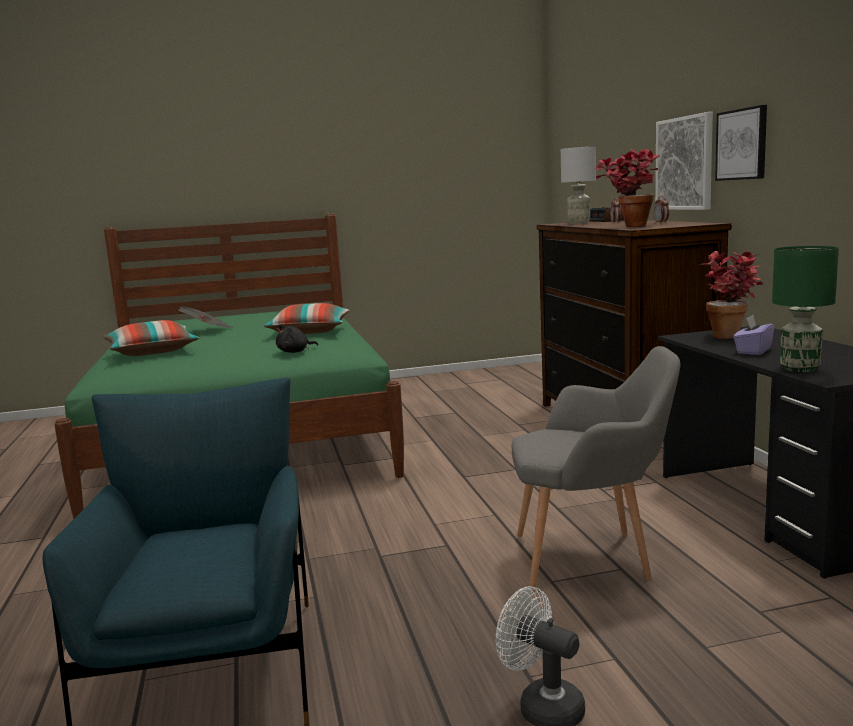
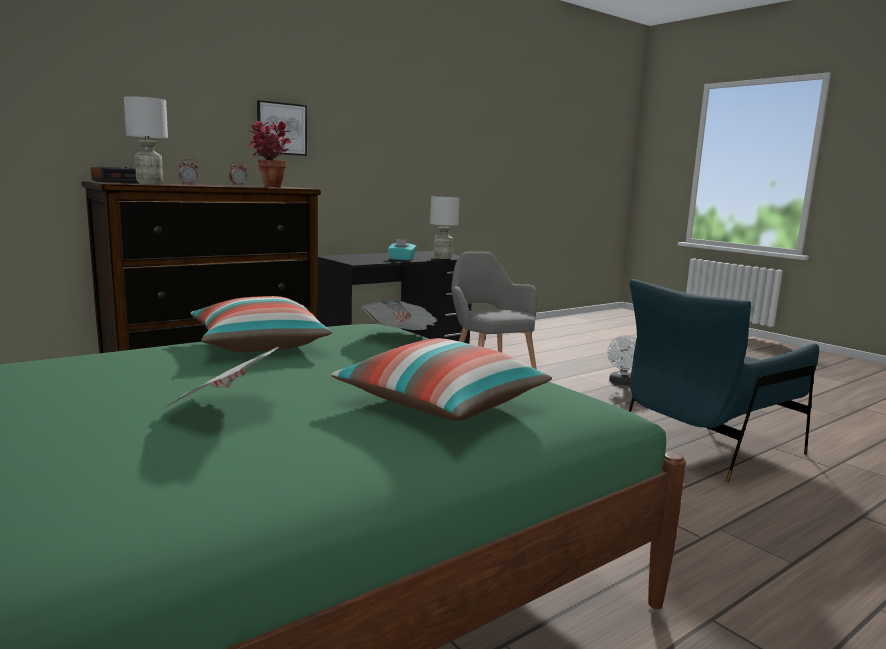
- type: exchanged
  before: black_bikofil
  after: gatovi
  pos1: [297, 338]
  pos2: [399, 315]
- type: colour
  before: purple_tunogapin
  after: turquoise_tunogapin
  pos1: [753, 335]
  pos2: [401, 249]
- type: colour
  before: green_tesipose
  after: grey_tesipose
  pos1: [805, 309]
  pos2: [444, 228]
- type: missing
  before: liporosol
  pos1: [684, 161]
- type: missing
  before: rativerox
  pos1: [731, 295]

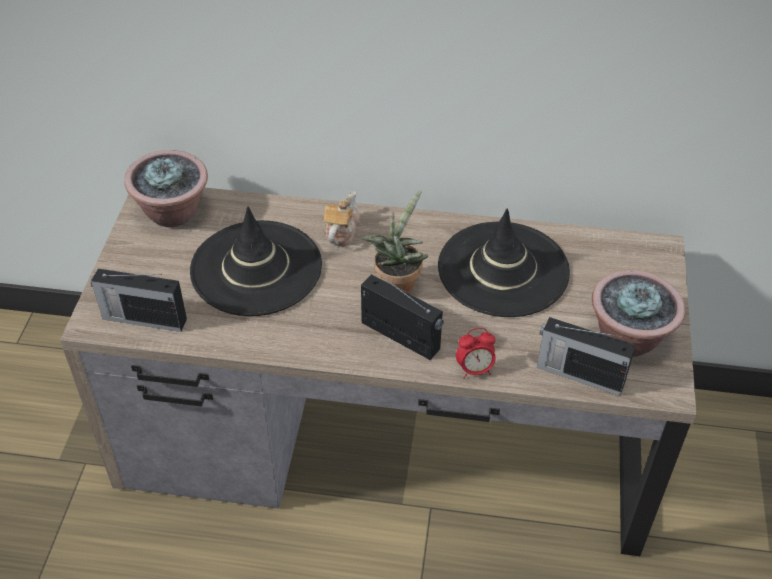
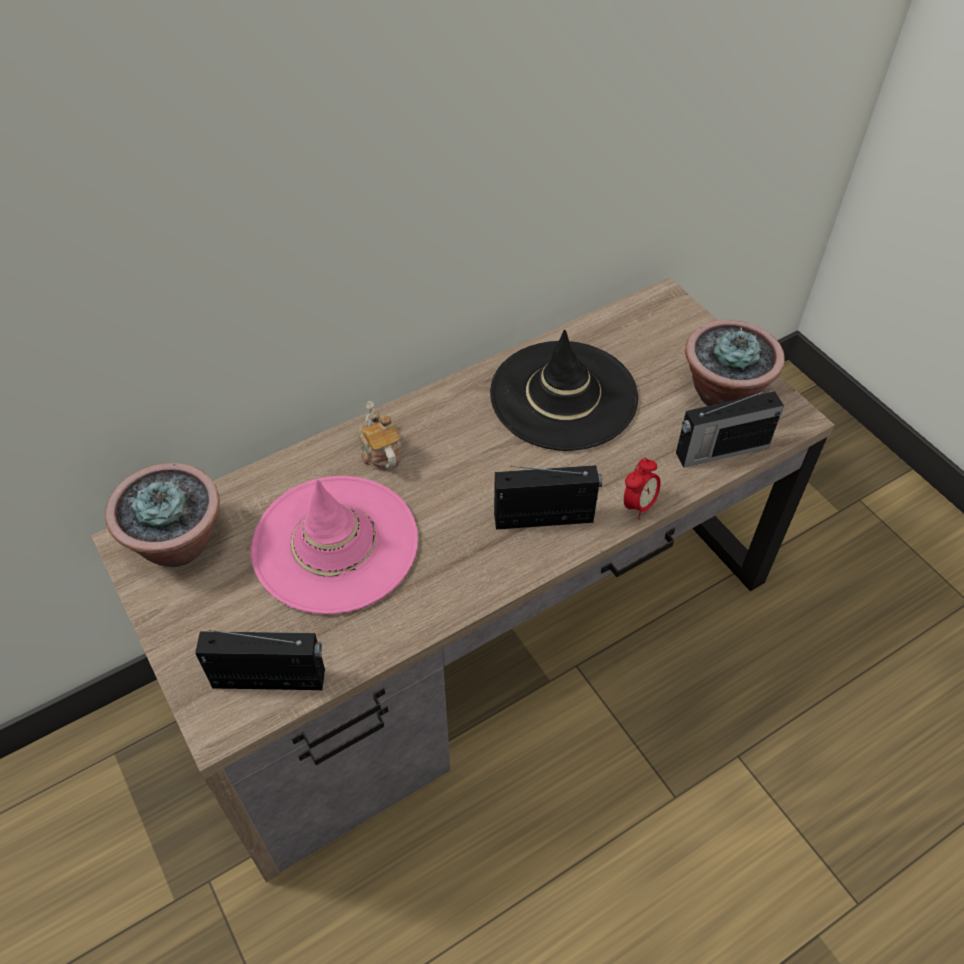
- type: spun
  before: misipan
  pos1: [139, 300]
  pos2: [260, 660]
  turn: -150
- type: colour
  before: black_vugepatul
  after: pink_vugepatul
  pos1: [256, 261]
  pos2: [334, 545]
- type: missing
  before: rativerox
  pos1: [394, 241]

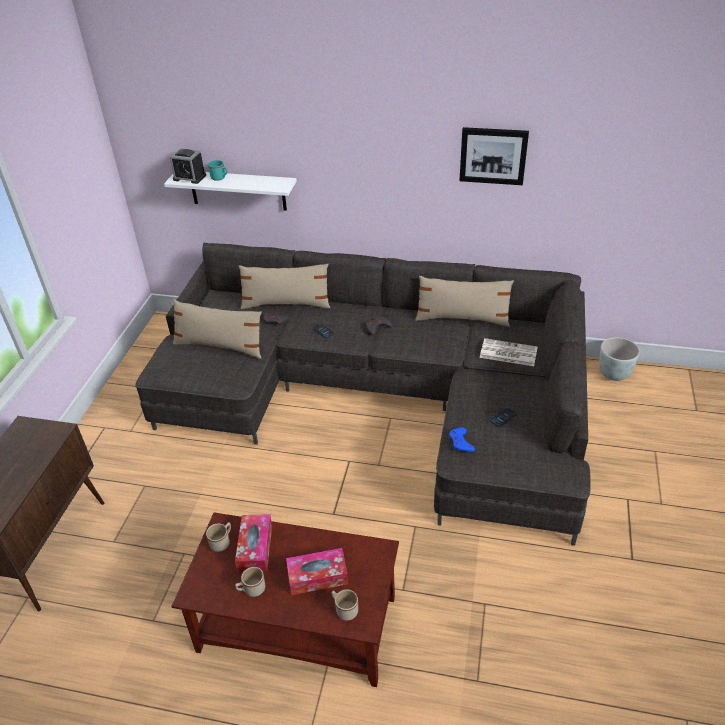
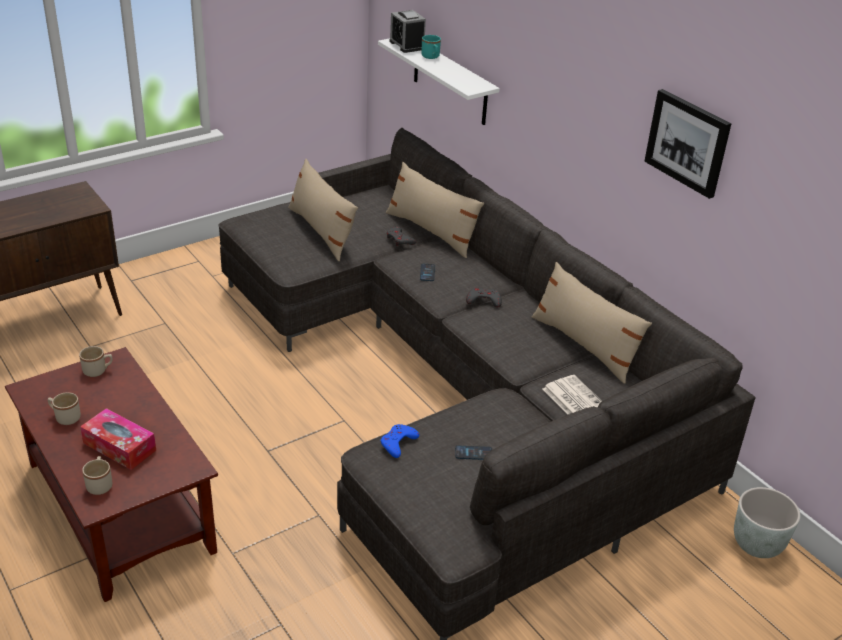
- type: missing
  before: tunogapin
  pos1: [253, 543]

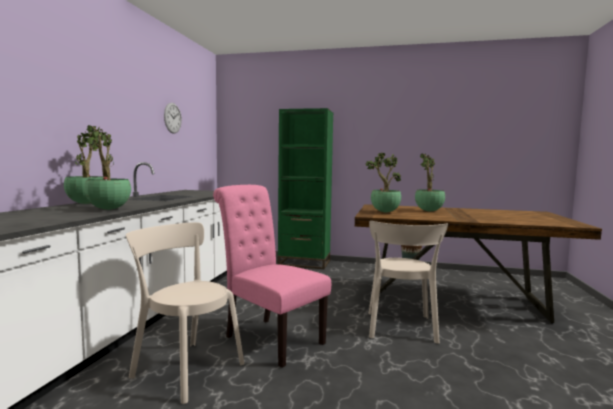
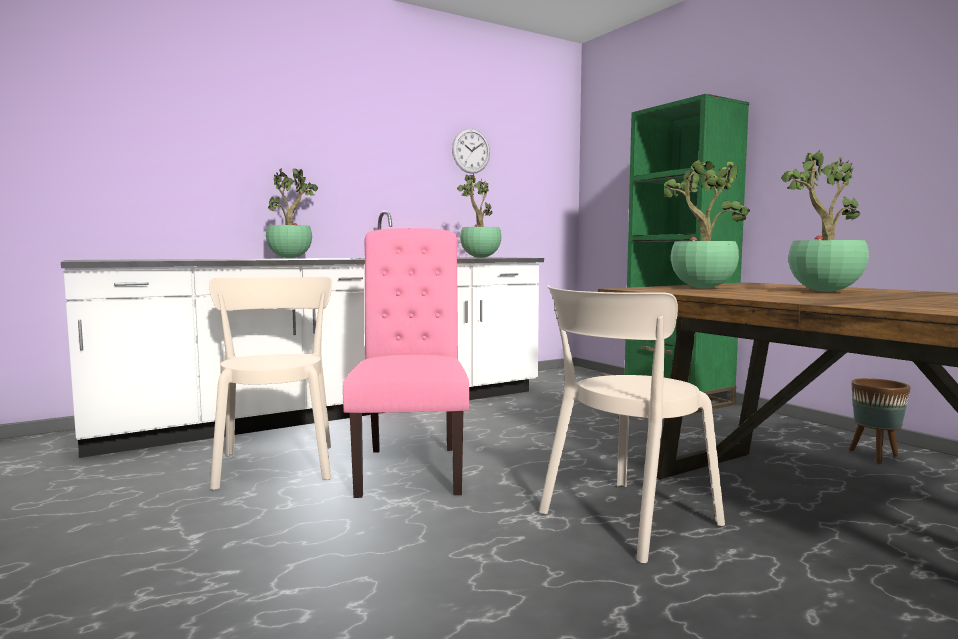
- type: relocated
  before: rativerox
  pos1: [107, 167]
  pos2: [479, 215]

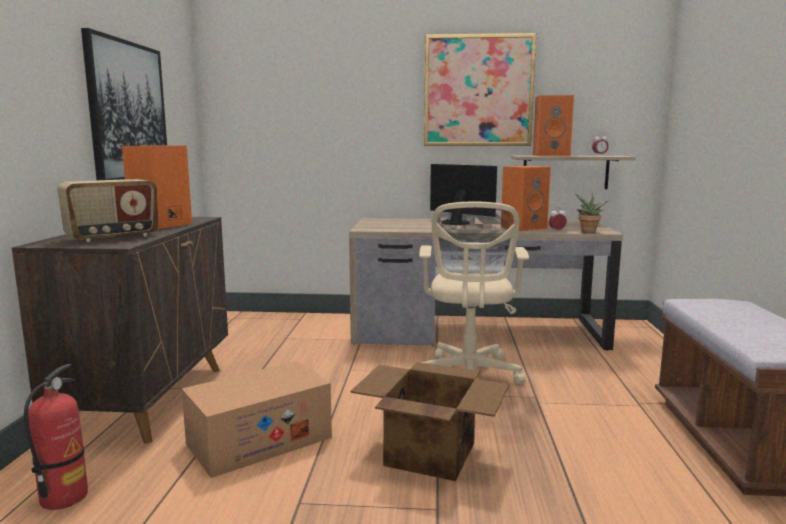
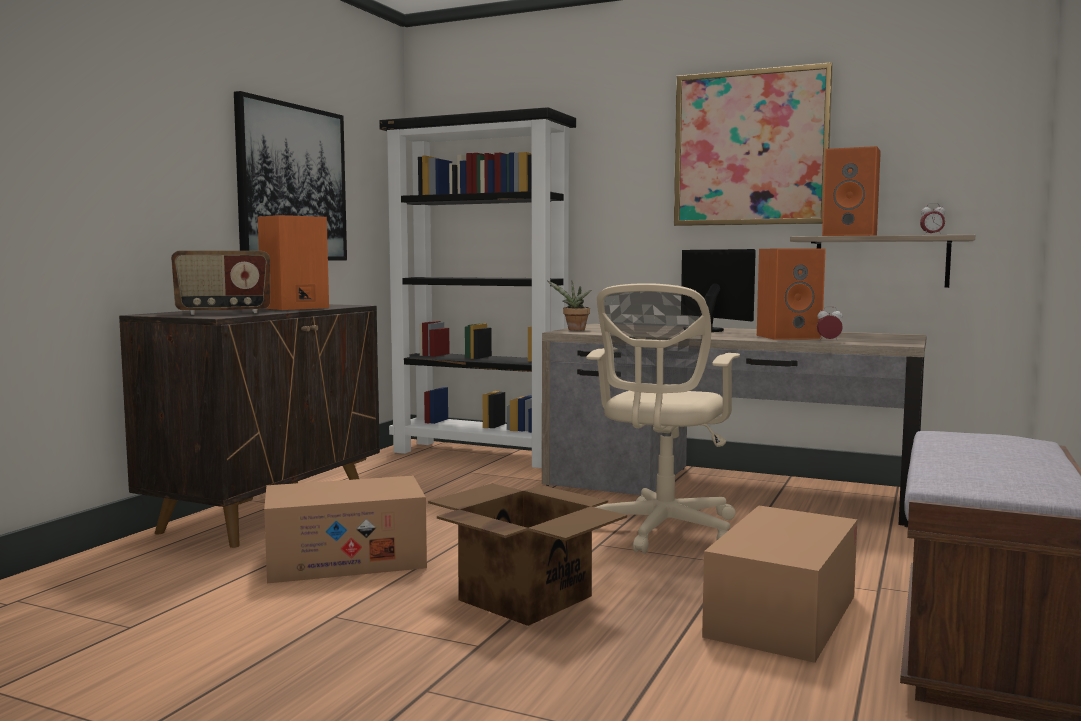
- type: appeared
  after: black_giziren
  pos2: [477, 287]
- type: relocated
  before: rativerox
  pos1: [591, 213]
  pos2: [569, 306]
- type: appeared
  after: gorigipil
  pos2: [780, 584]
- type: missing
  before: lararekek
  pos1: [56, 437]

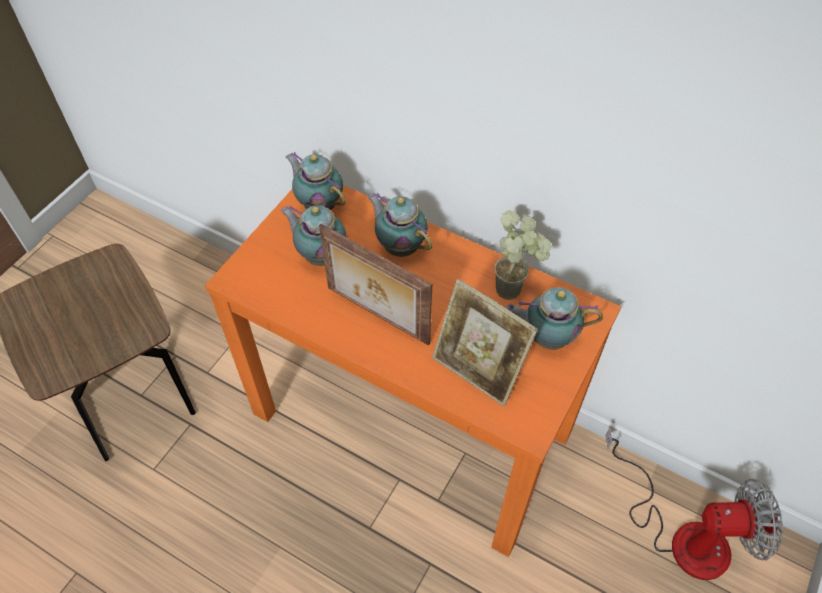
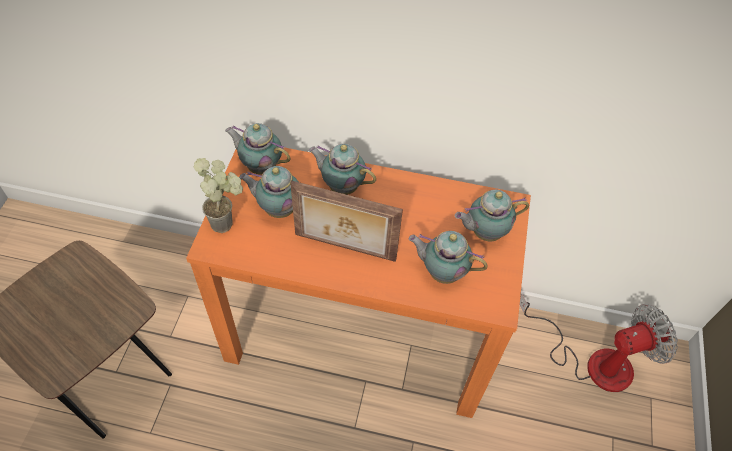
- type: relocated
  before: rativerox
  pos1: [523, 255]
  pos2: [218, 195]
- type: exchanged
  before: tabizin
  after: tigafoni
  pos1: [485, 342]
  pos2: [448, 257]

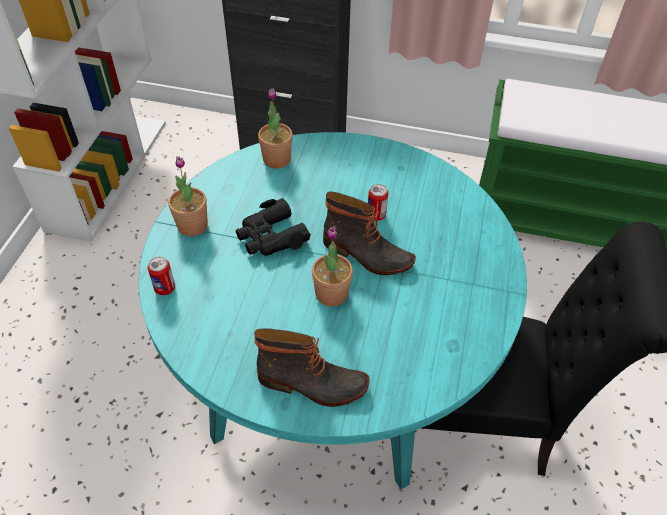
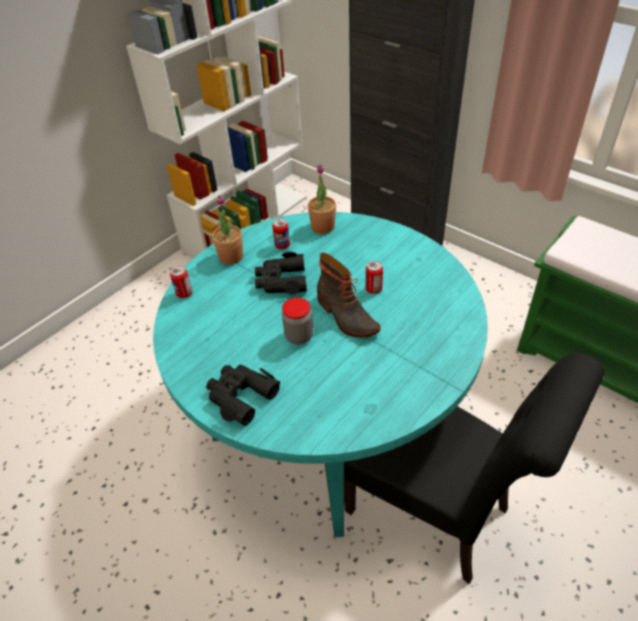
- type: exchanged
  before: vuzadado
  after: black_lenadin
  pos1: [312, 367]
  pos2: [243, 395]
- type: appeared
  after: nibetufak
  pos2: [281, 234]
- type: exchanged
  before: rativerox
  after: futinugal
  pos1: [332, 267]
  pos2: [297, 321]

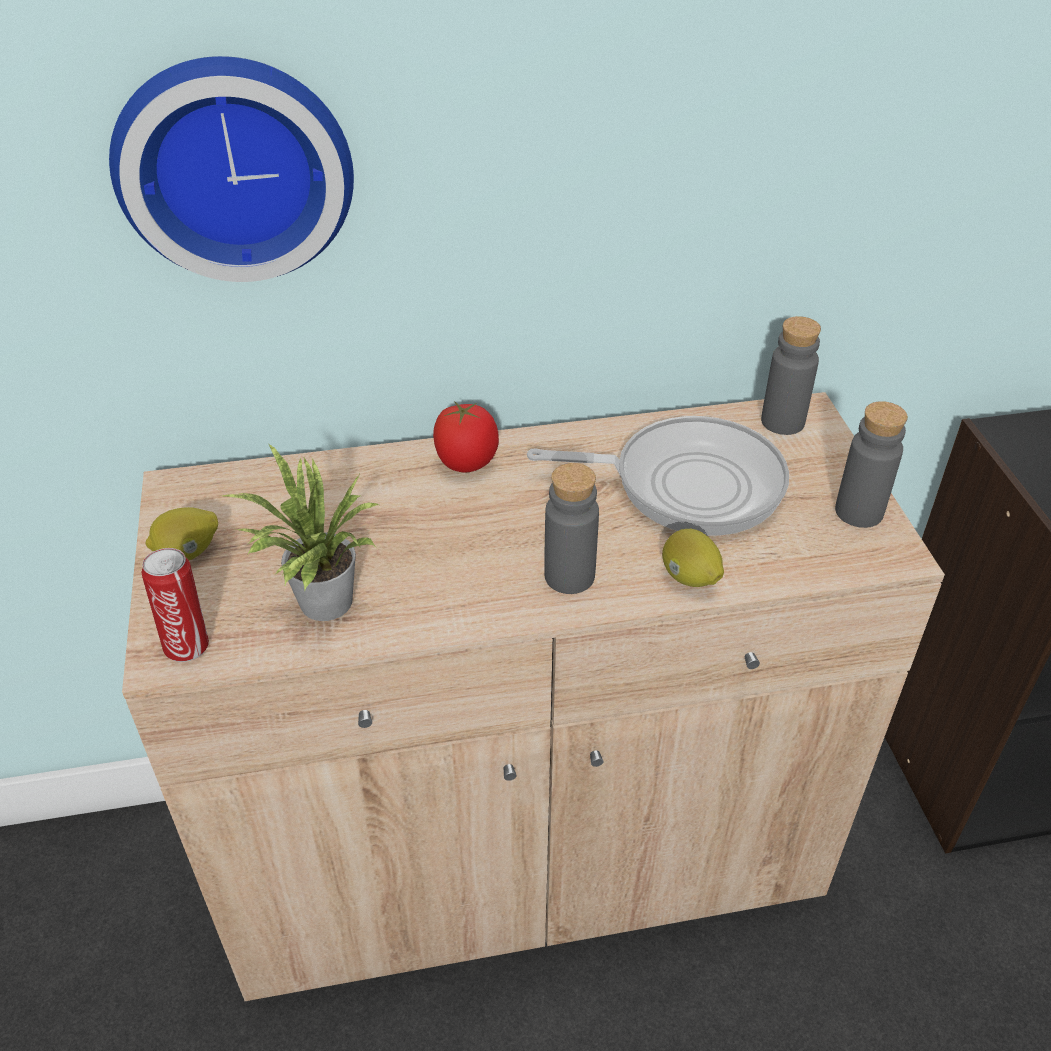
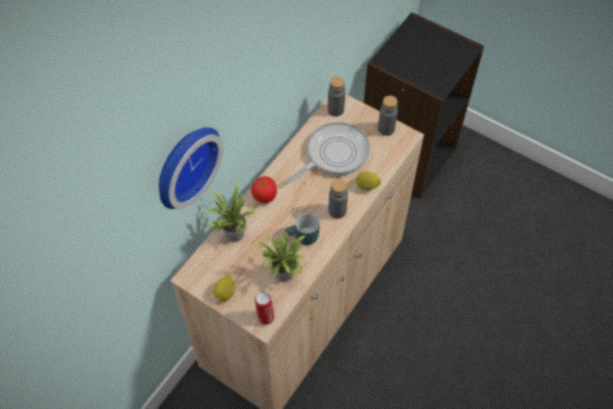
- type: appeared
  after: rativerox
  pos2: [229, 212]
- type: appeared
  after: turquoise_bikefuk
  pos2: [302, 229]

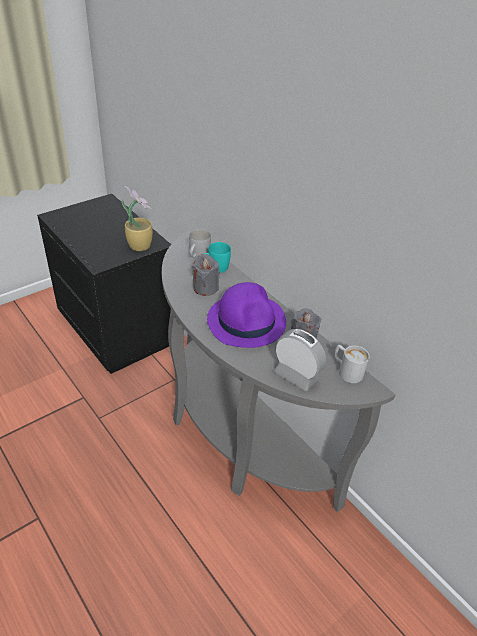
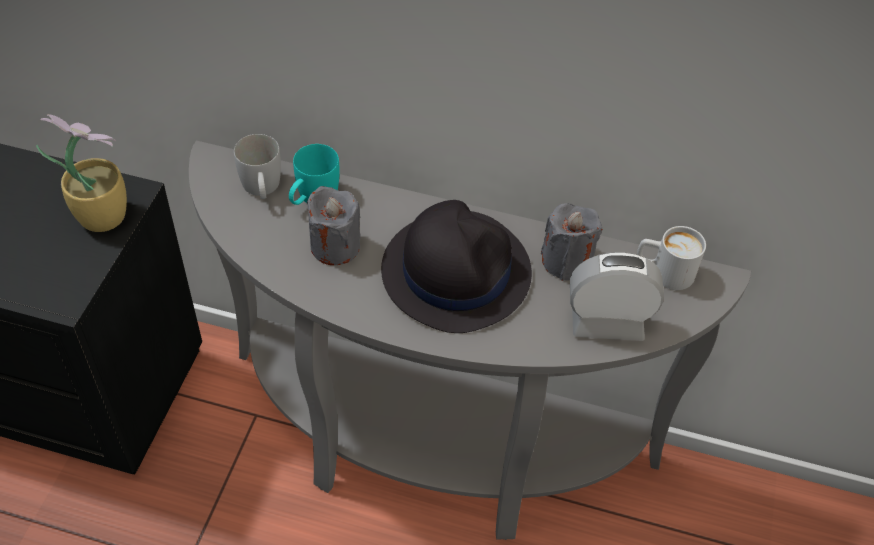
- type: colour
  before: purple_vugepatul
  after: black_vugepatul
  pos1: [246, 315]
  pos2: [456, 266]

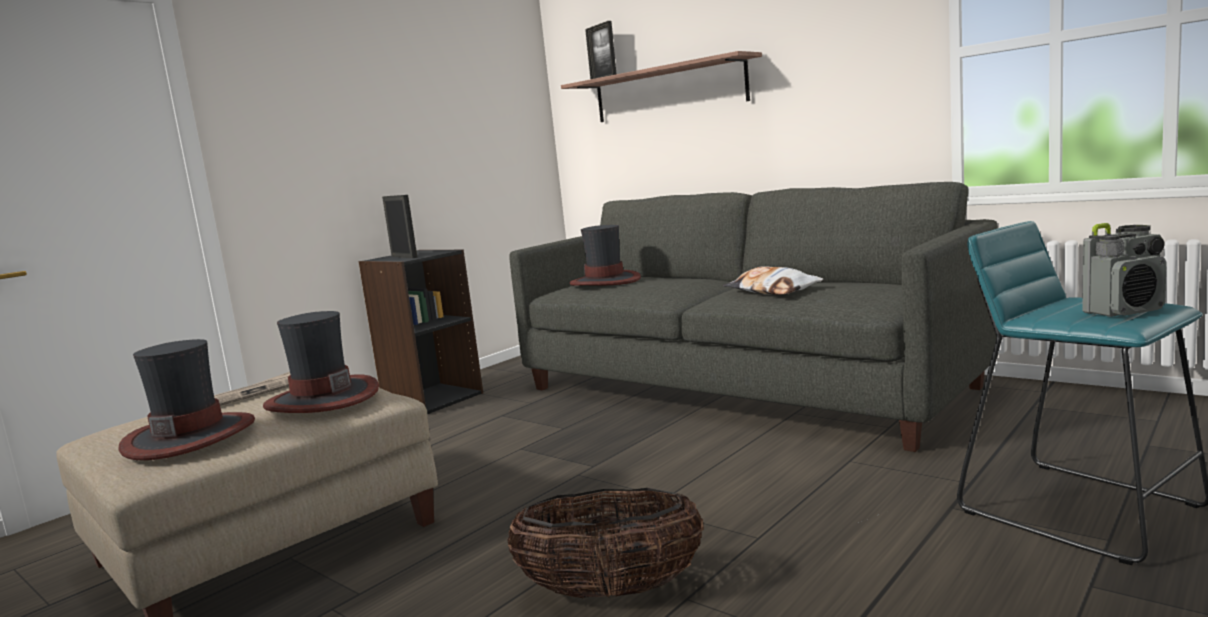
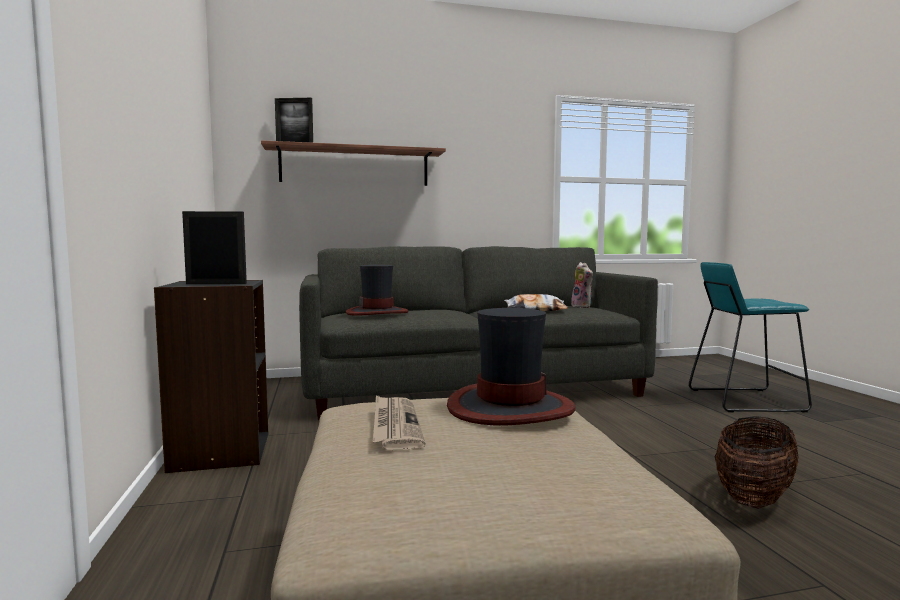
- type: appeared
  after: bikofil
  pos2: [582, 285]
- type: missing
  before: vugepatul
  pos1: [186, 399]
- type: missing
  before: misipan
  pos1: [1124, 270]

